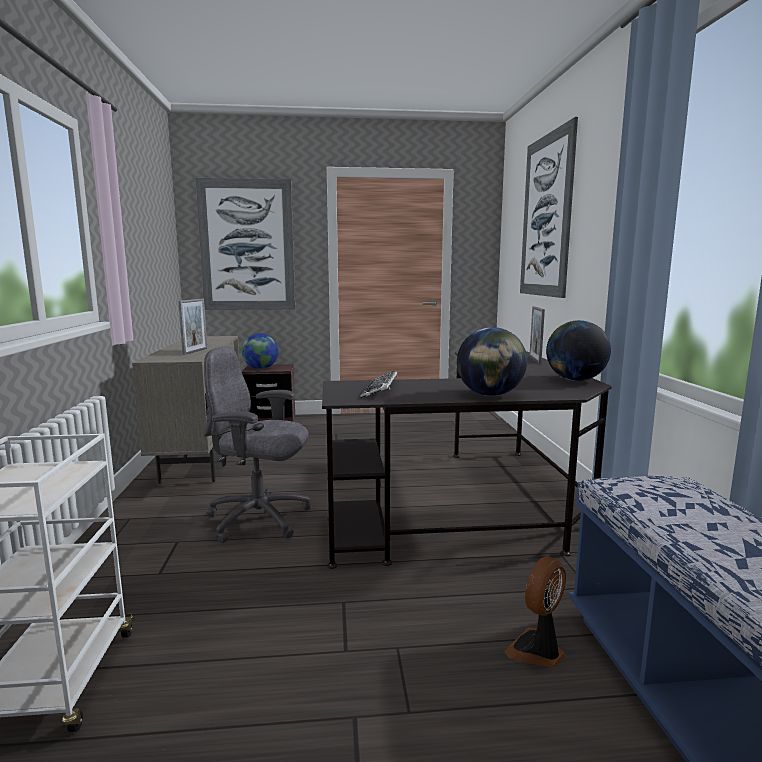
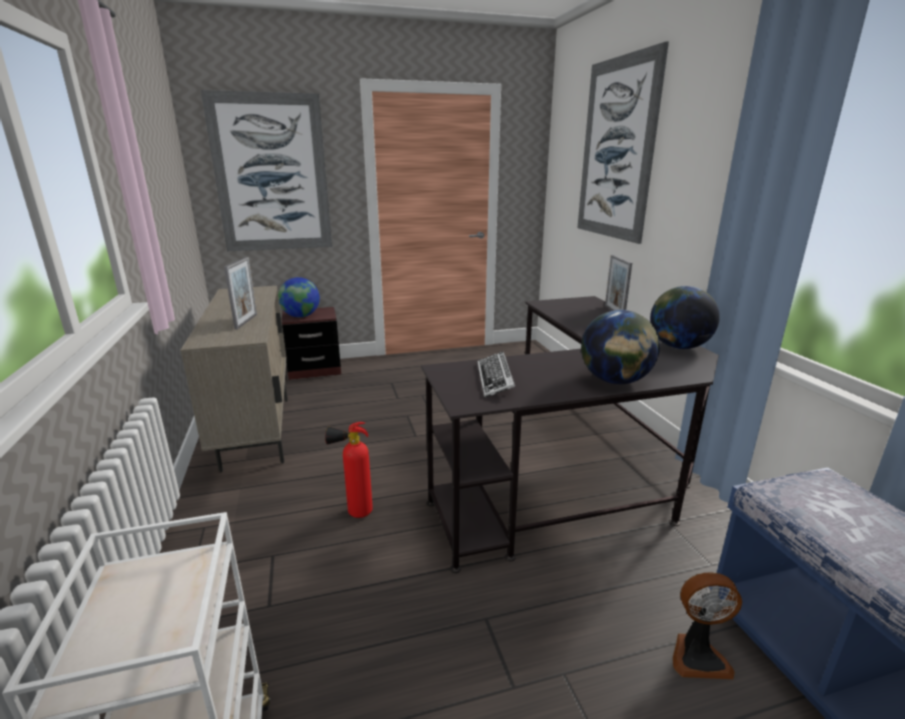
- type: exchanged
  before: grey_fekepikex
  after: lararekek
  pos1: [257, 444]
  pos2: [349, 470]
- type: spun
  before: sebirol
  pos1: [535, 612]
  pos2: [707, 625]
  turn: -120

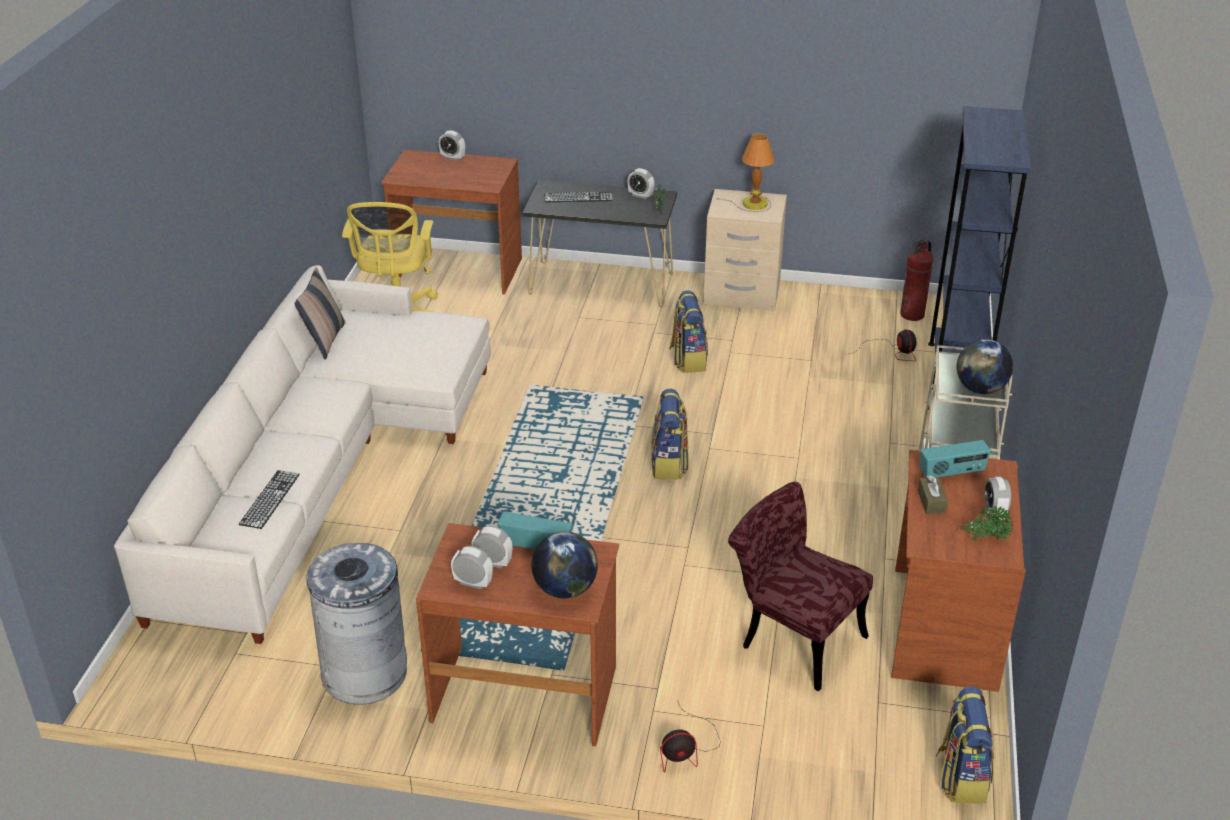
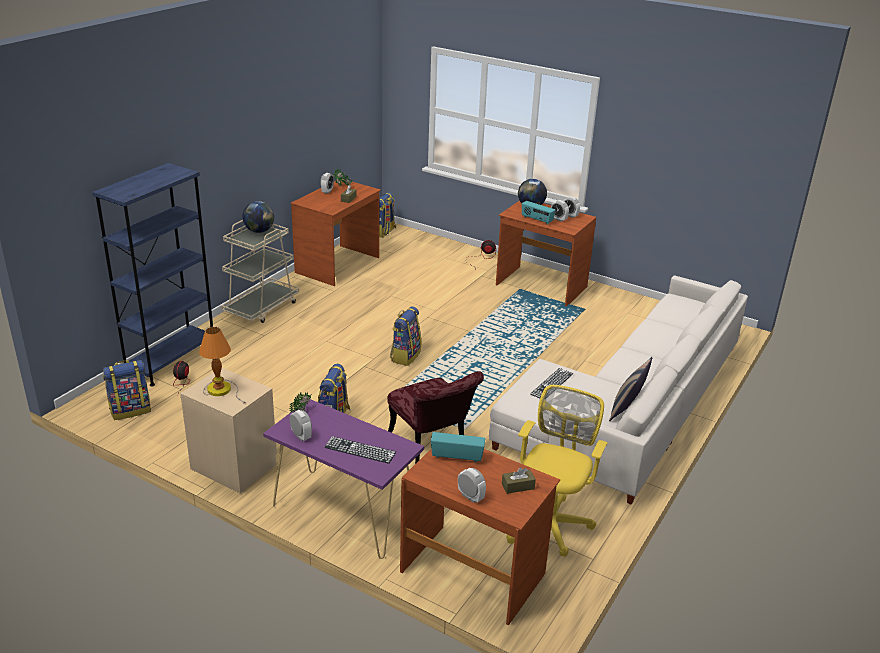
- type: exchanged
  before: lararekek
  after: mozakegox
  pos1: [916, 280]
  pos2: [127, 390]
- type: colour
  before: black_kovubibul
  after: purple_kovubibul
  pos1: [600, 243]
  pos2: [343, 479]
- type: relocated
  before: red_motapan
  pos1: [800, 586]
  pos2: [435, 417]
- type: relocated
  before: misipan
  pos1: [955, 459]
  pos2: [458, 447]
- type: appeared
  after: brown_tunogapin
  pos2: [519, 480]
- type: relocated
  before: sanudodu
  pos1: [269, 499]
  pos2: [551, 383]
- type: missing
  before: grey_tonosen
  pos1: [356, 624]

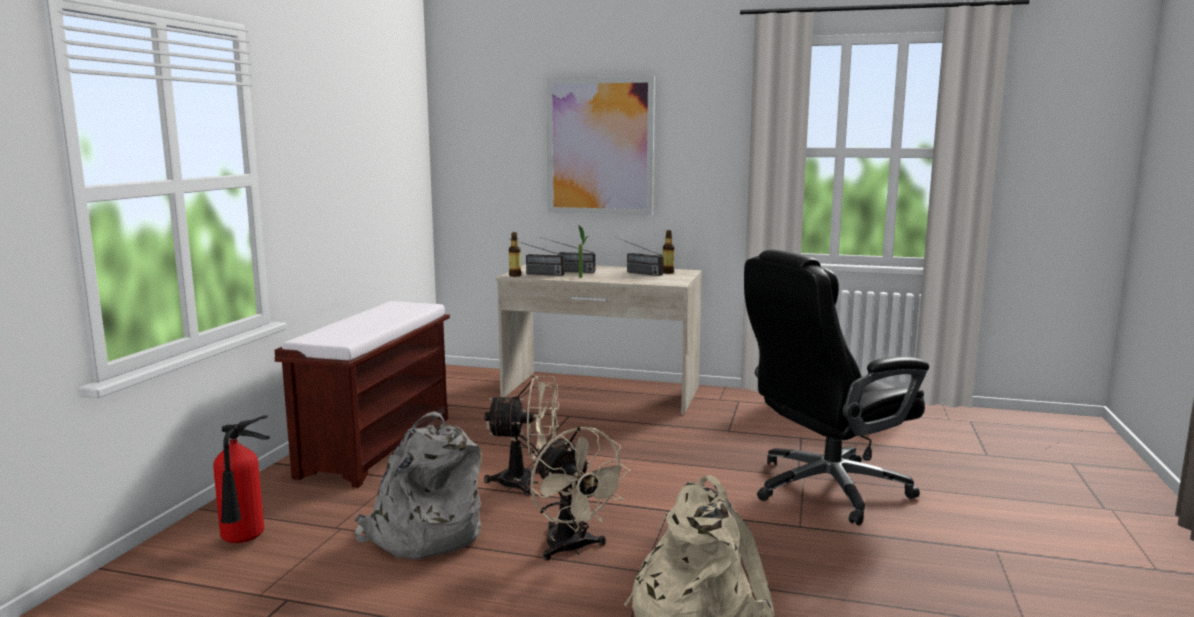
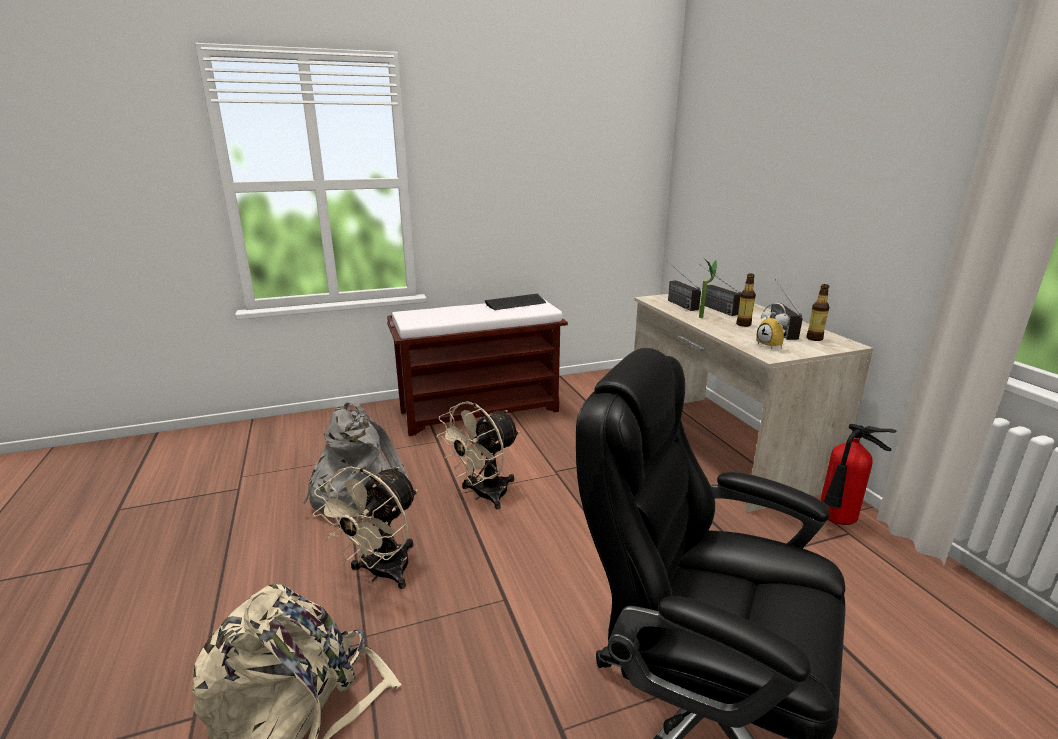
- type: spun
  before: beige_sebirol
  pos1: [521, 436]
  pos2: [478, 455]
  turn: 75
- type: appeared
  after: sanudodu
  pos2: [515, 302]
- type: relocated
  before: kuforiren
  pos1: [515, 254]
  pos2: [746, 300]
- type: appeared
  after: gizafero
  pos2: [772, 326]
- type: relocated
  before: lararekek
  pos1: [241, 479]
  pos2: [858, 474]
- type: missing
  before: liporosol
  pos1: [600, 146]

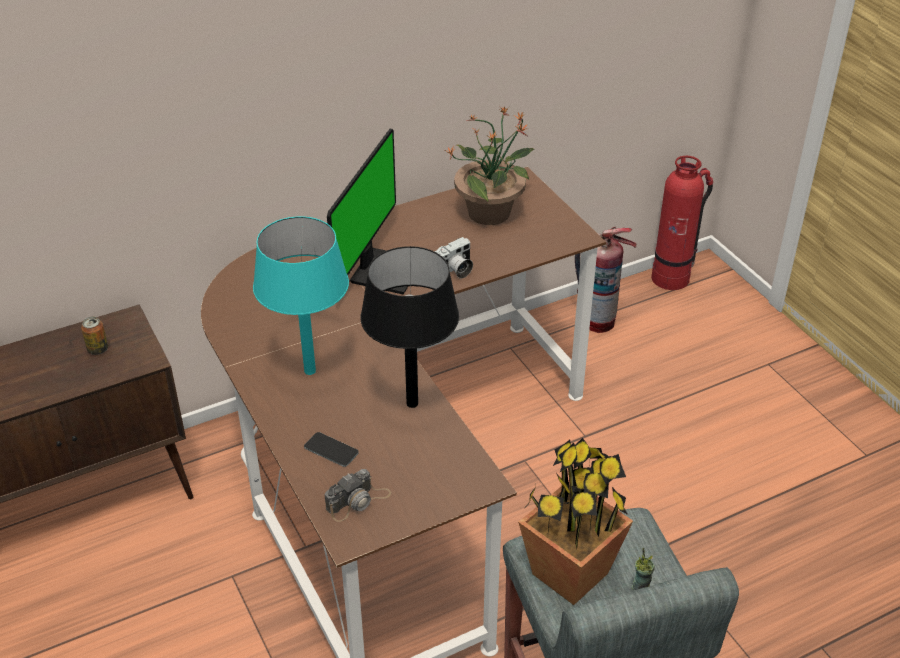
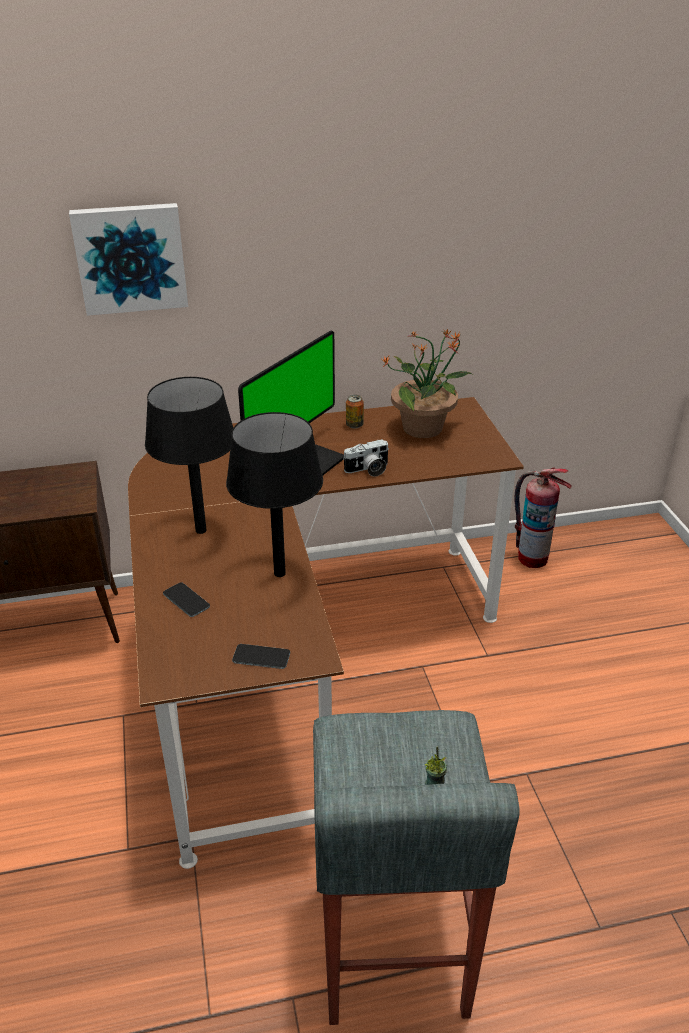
- type: appeared
  after: liporosol
  pos2: [128, 259]
- type: colour
  before: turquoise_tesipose
  after: black_tesipose
  pos1: [301, 295]
  pos2: [189, 455]
- type: appeared
  after: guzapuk
  pos2: [261, 656]
- type: relocated
  before: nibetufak
  pos1: [94, 336]
  pos2: [355, 412]
- type: missing
  before: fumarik
  pos1: [358, 495]
- type: missing
  before: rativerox
  pos1: [575, 521]
- type: missing
  before: lararekek
  pos1: [682, 223]

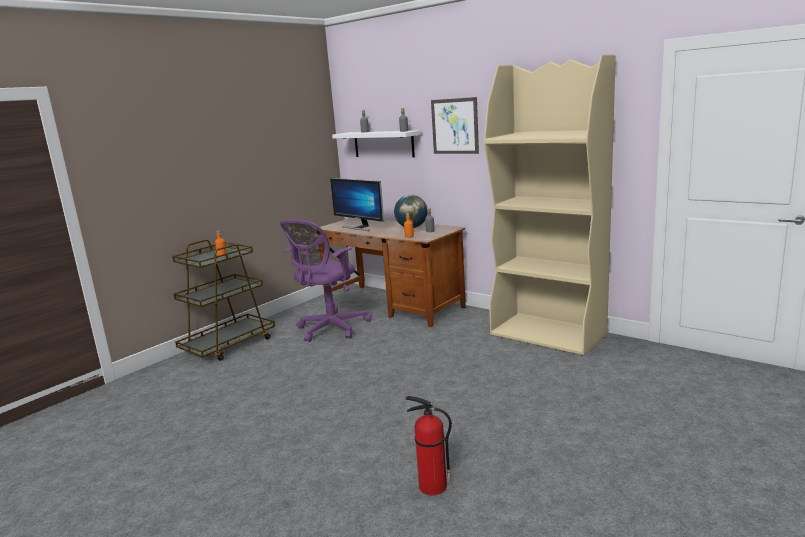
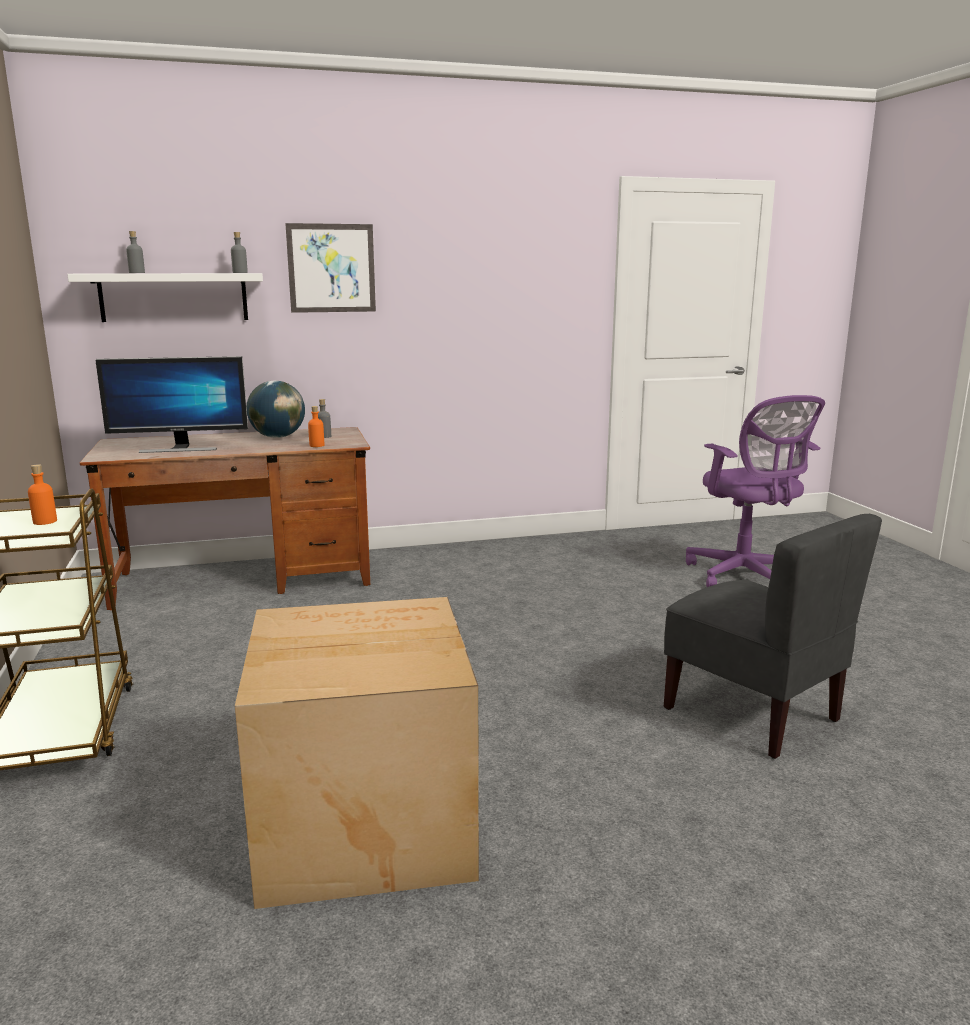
- type: appeared
  after: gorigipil
  pos2: [357, 753]
- type: exchanged
  before: lararekek
  after: grey_motapan
  pos1: [428, 445]
  pos2: [773, 636]
- type: relocated
  before: purple_fekepikex
  pos1: [326, 280]
  pos2: [755, 491]
- type: missing
  before: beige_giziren
  pos1: [550, 205]

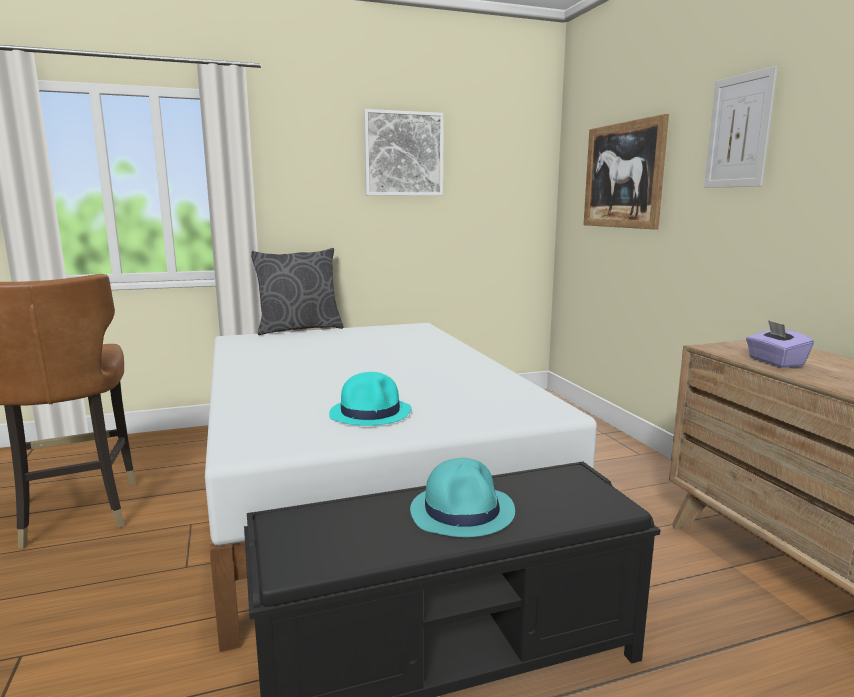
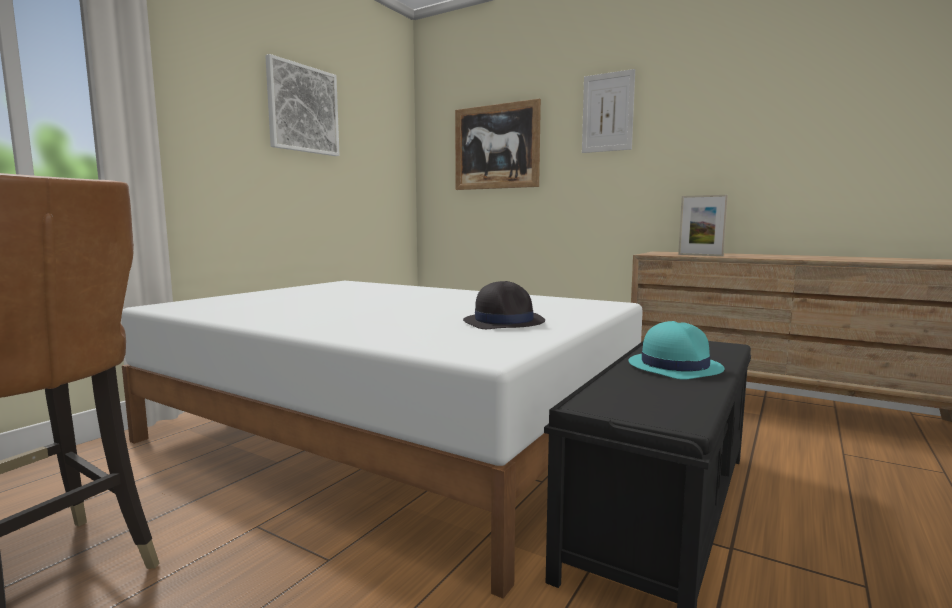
- type: colour
  before: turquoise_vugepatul
  after: black_vugepatul
  pos1: [370, 399]
  pos2: [504, 305]
- type: exchanged
  before: purple_tunogapin
  after: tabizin
  pos1: [780, 344]
  pos2: [703, 225]
- type: missing
  before: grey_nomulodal
  pos1: [297, 291]

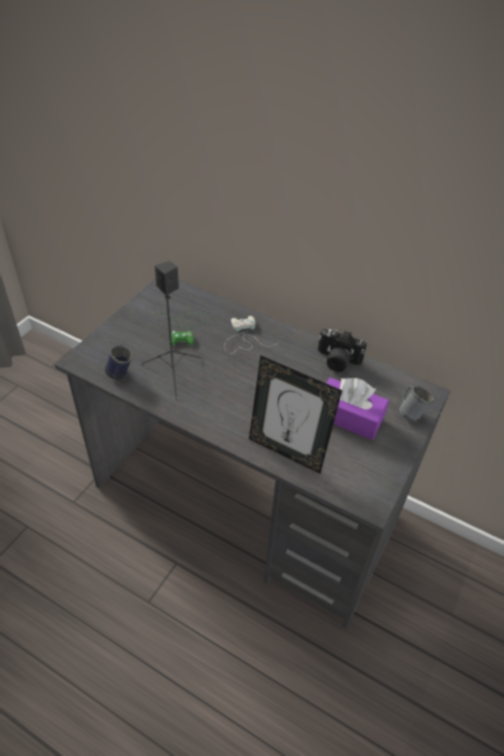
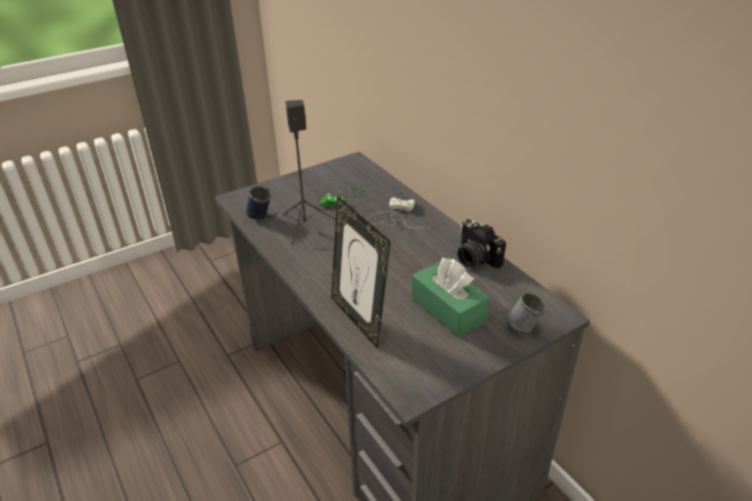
- type: colour
  before: purple_tunogapin
  after: green_tunogapin
  pos1: [357, 408]
  pos2: [451, 298]

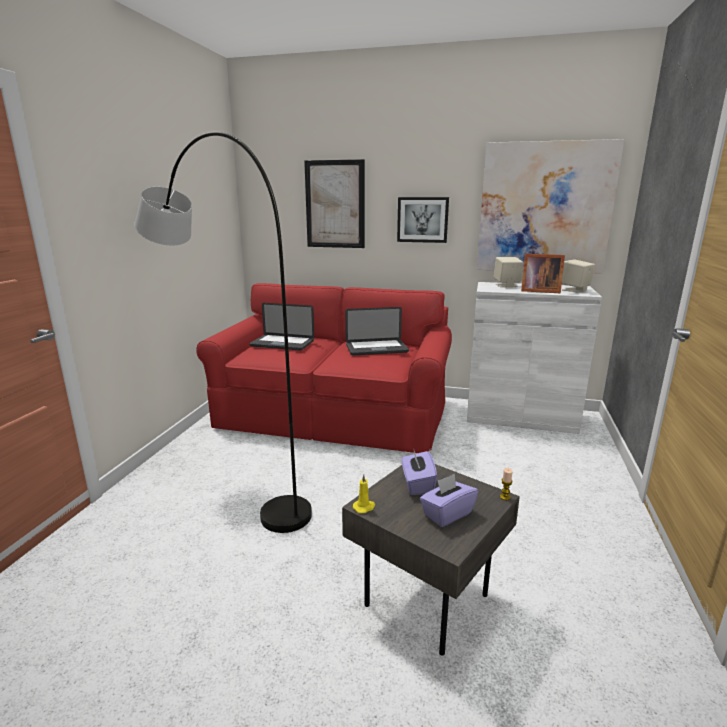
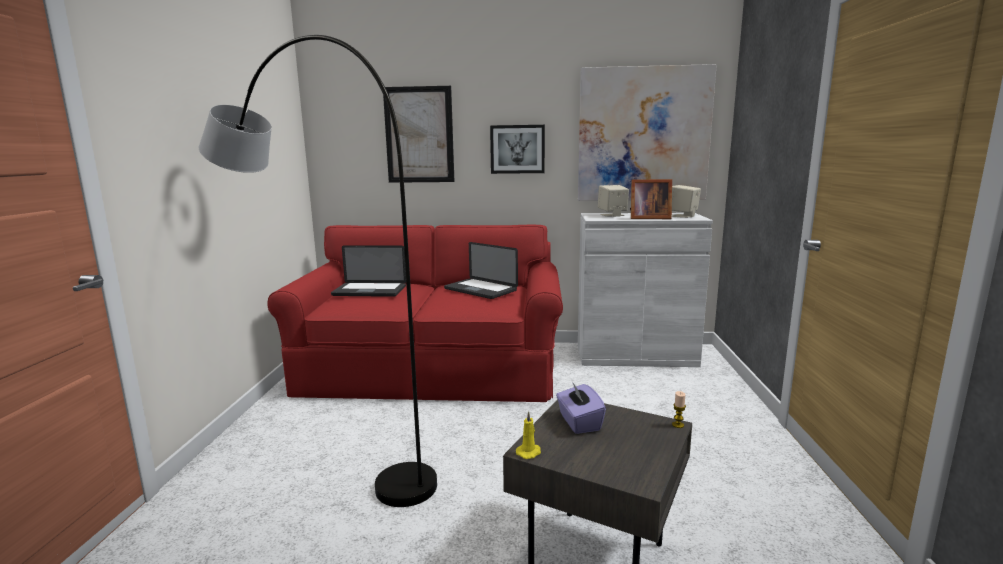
- type: spun
  before: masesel
  pos1: [377, 331]
  pos2: [481, 270]
  turn: 60
- type: missing
  before: purple_tunogapin
  pos1: [449, 500]

